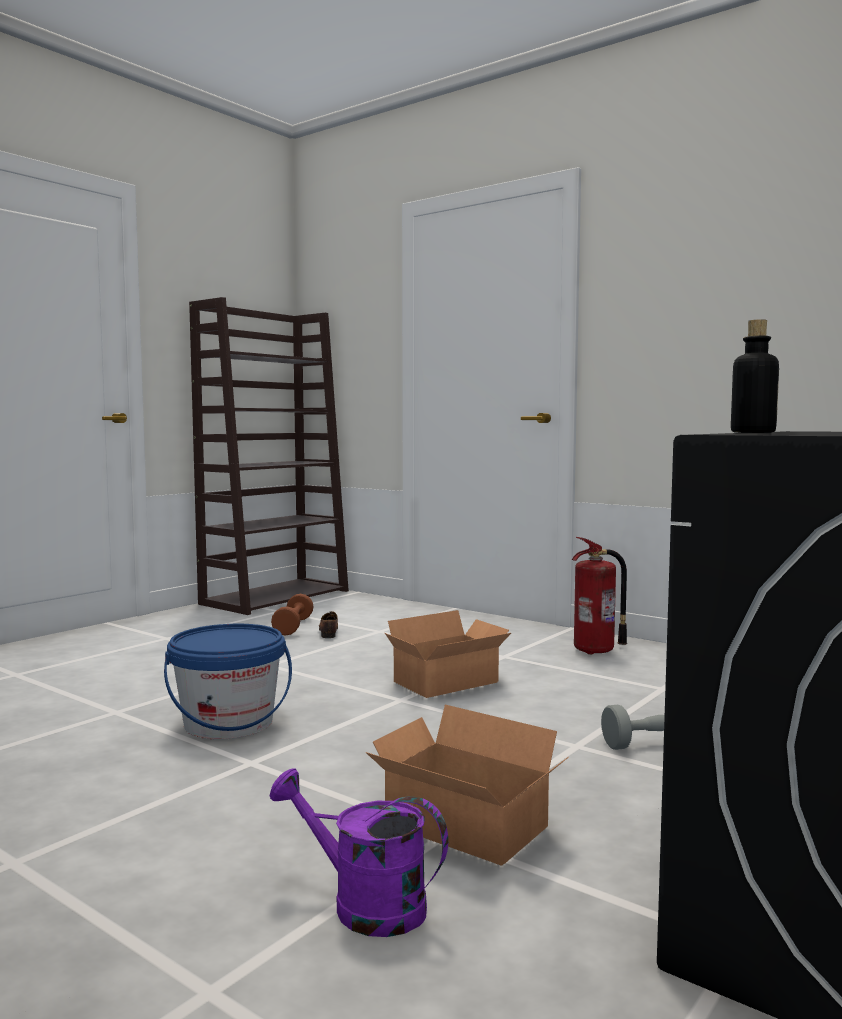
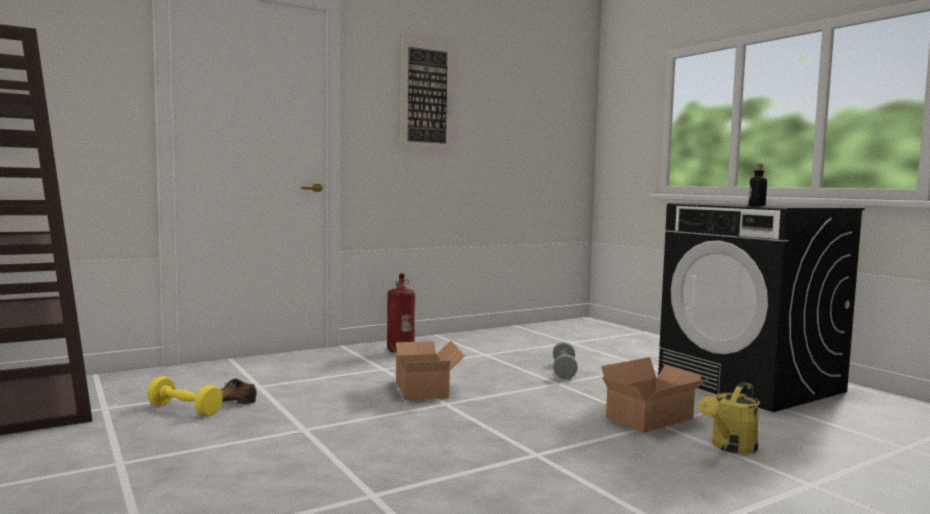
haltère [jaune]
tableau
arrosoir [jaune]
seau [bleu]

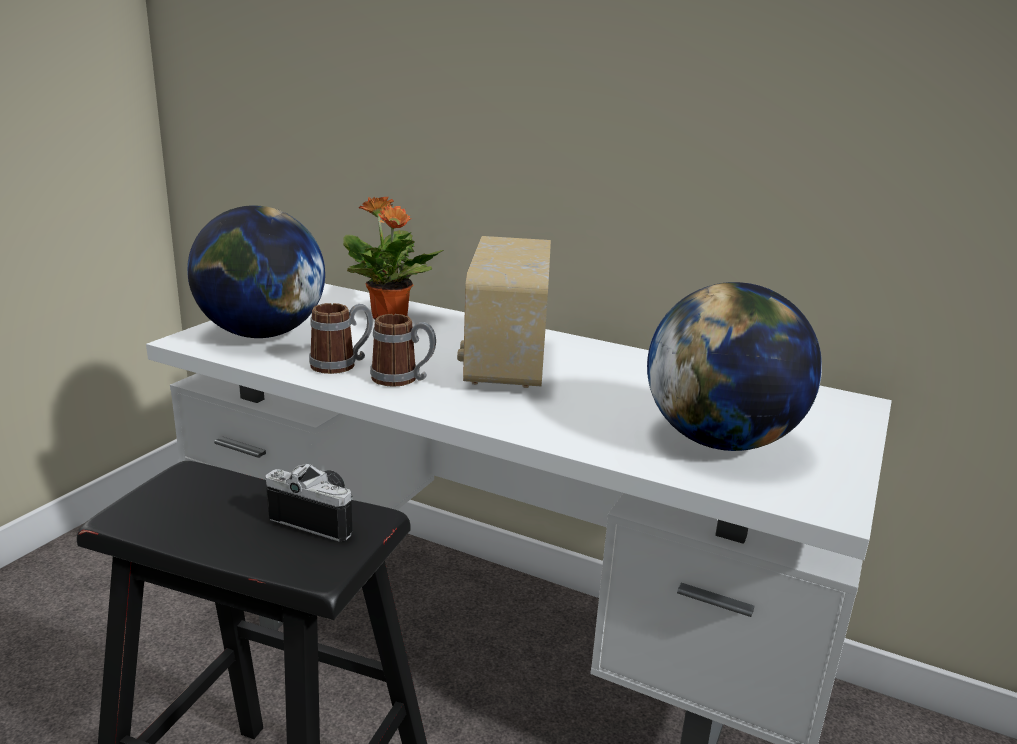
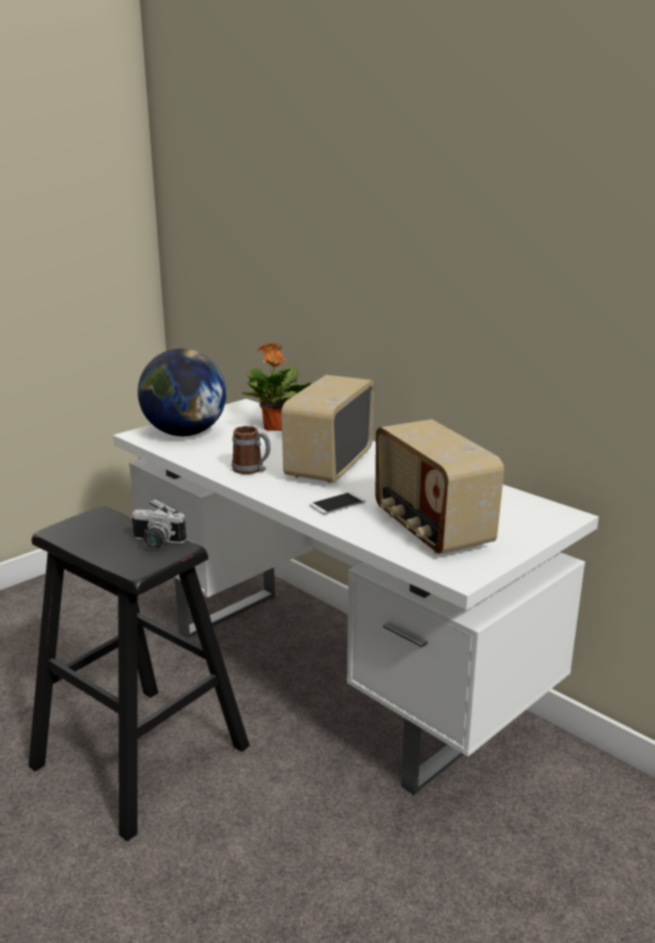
appareil photo
téléphone
radio (no. 2 from left)
mug (no. 1 from left in the first image)

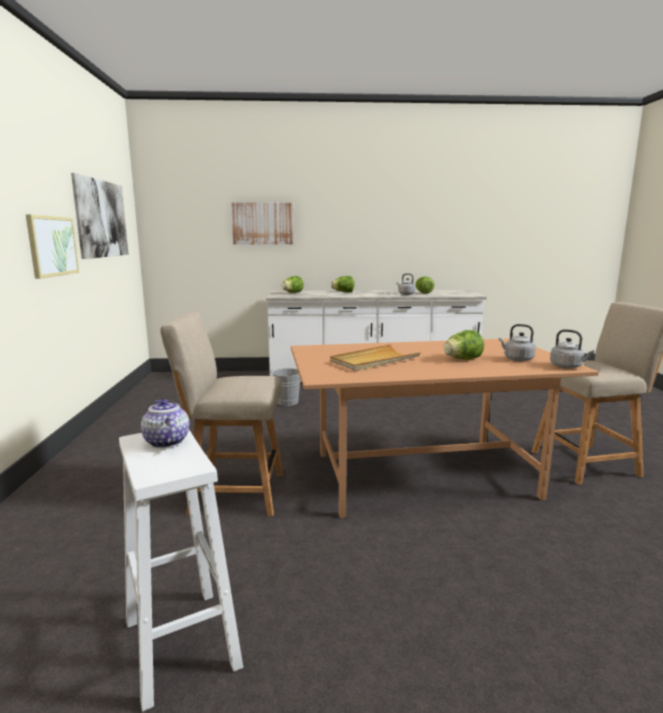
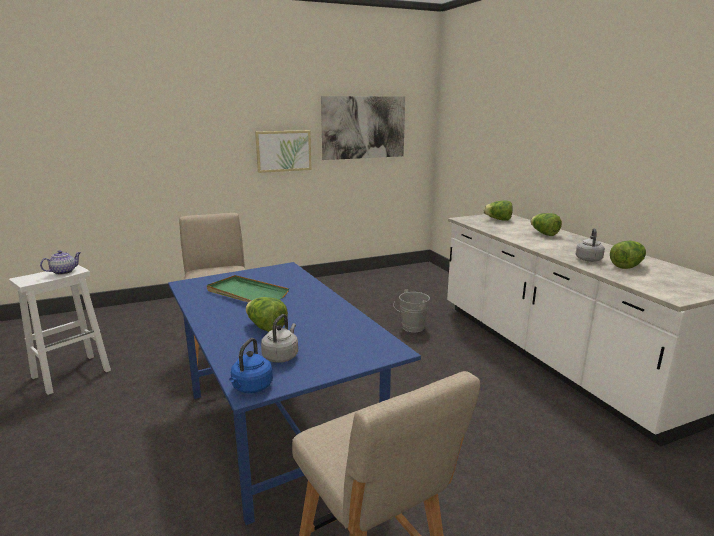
table à manger [bleu]
plateau [vert]
bouilloire [bleu]
tableau (no. 3 from left in the first image)

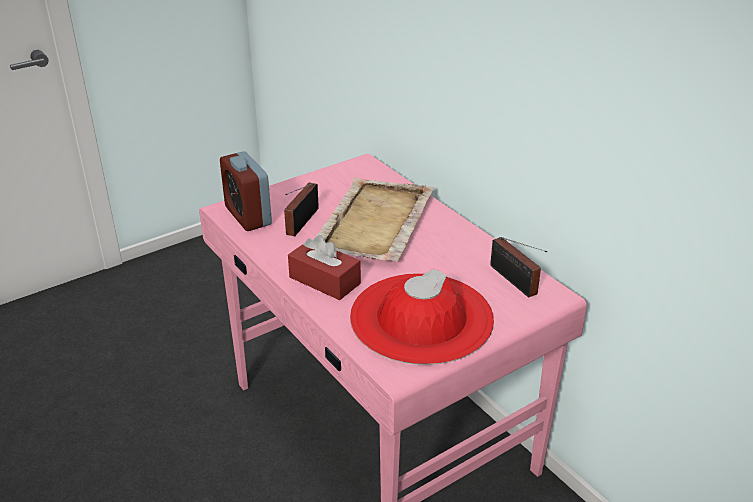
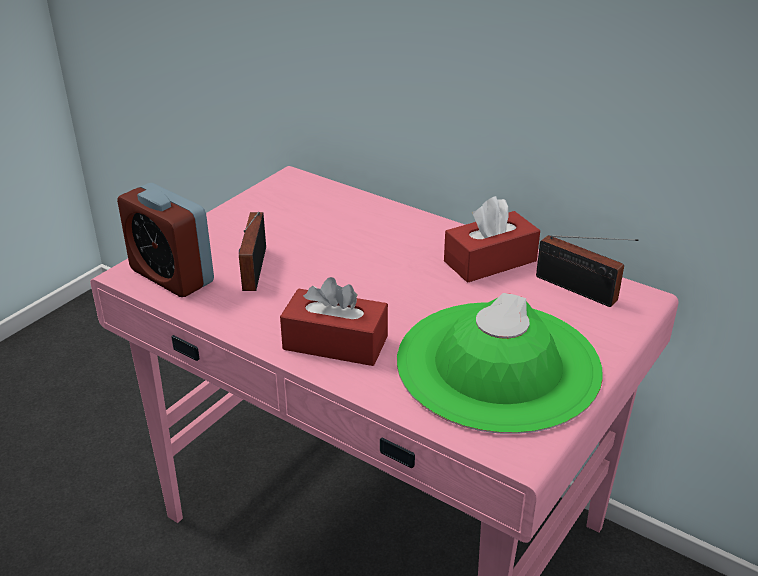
chapeau [vert]
boîte à mouchoirs [rouge] (no. 2 from left)
plateau [beige]

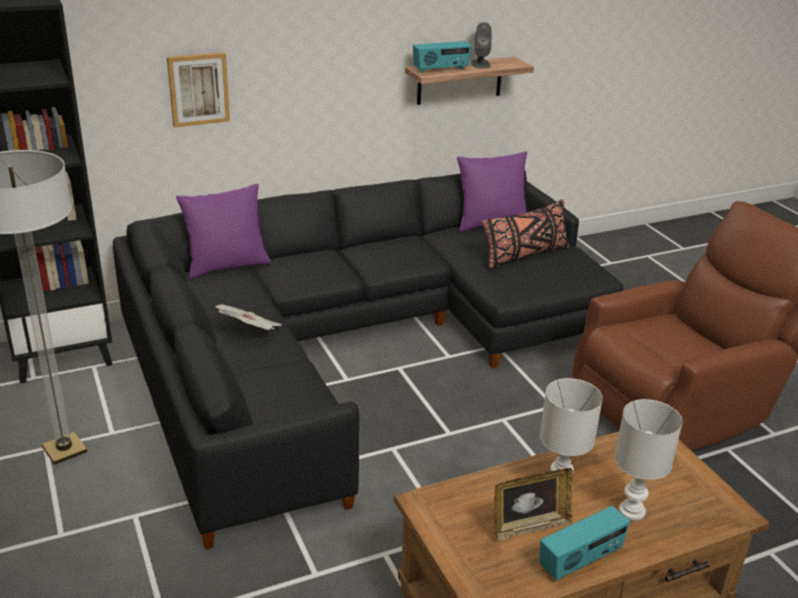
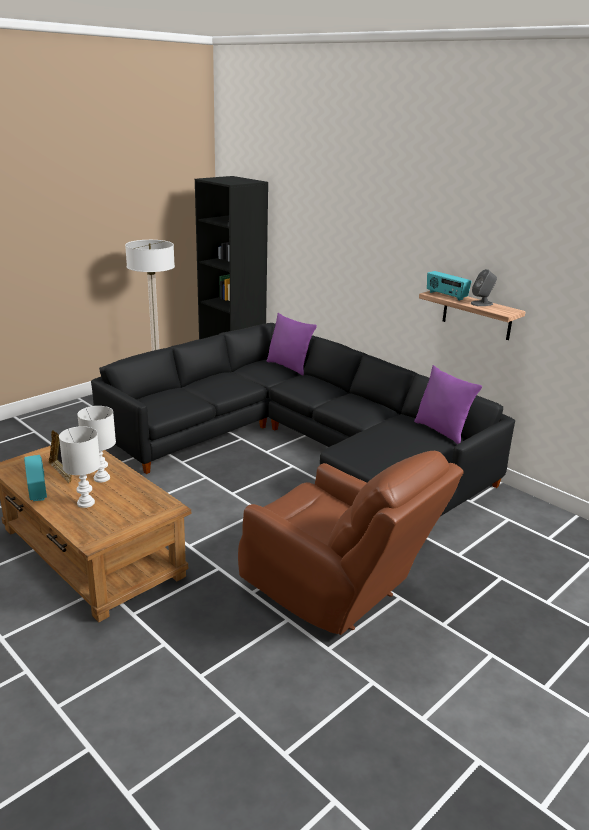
radio (no. 1 from left)
tableau
journal
coussin [noir]

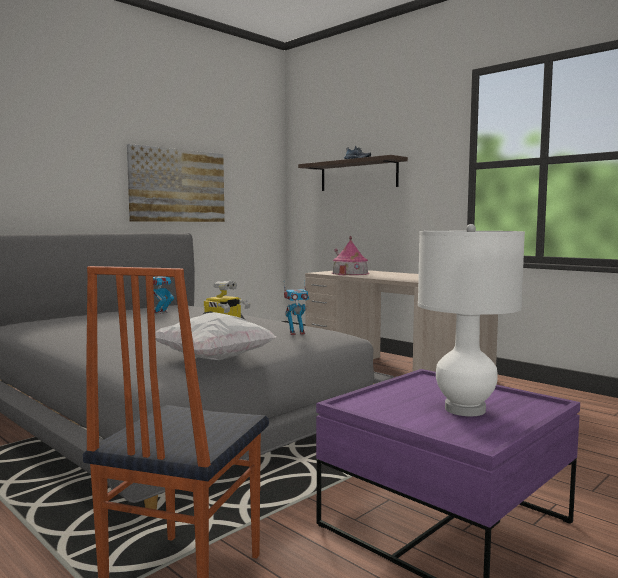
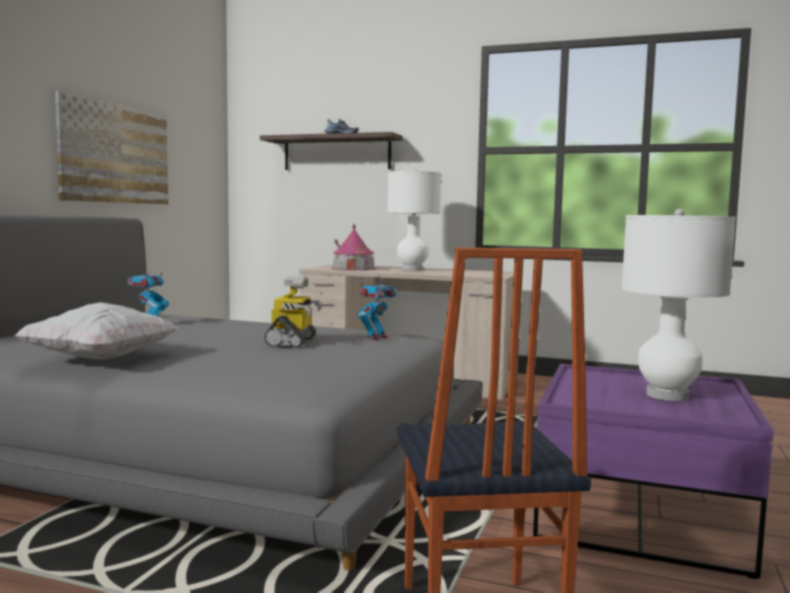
coussin [blanc]
lampe de table [blanc] (no. 1 from left)

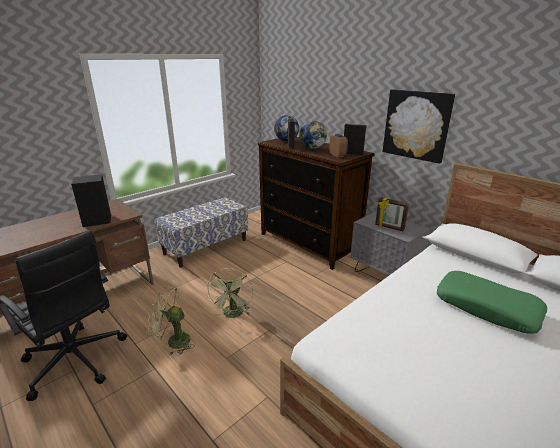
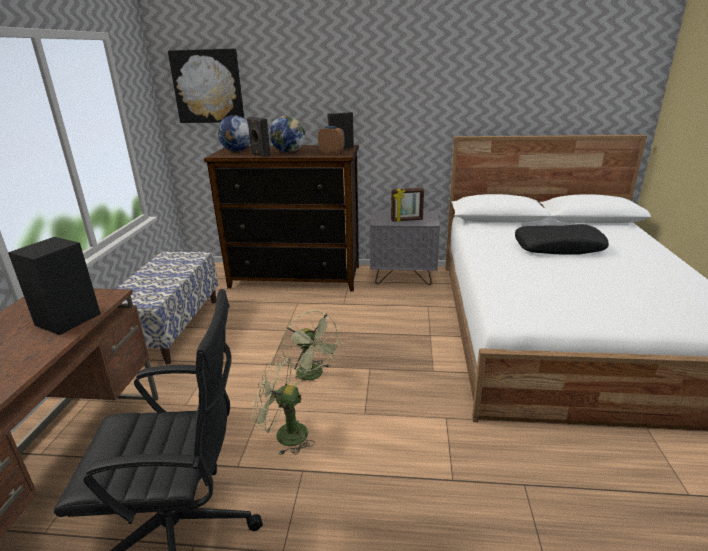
tableau
ventilateur [vert] (no. 1 from left)
coussin [noir]

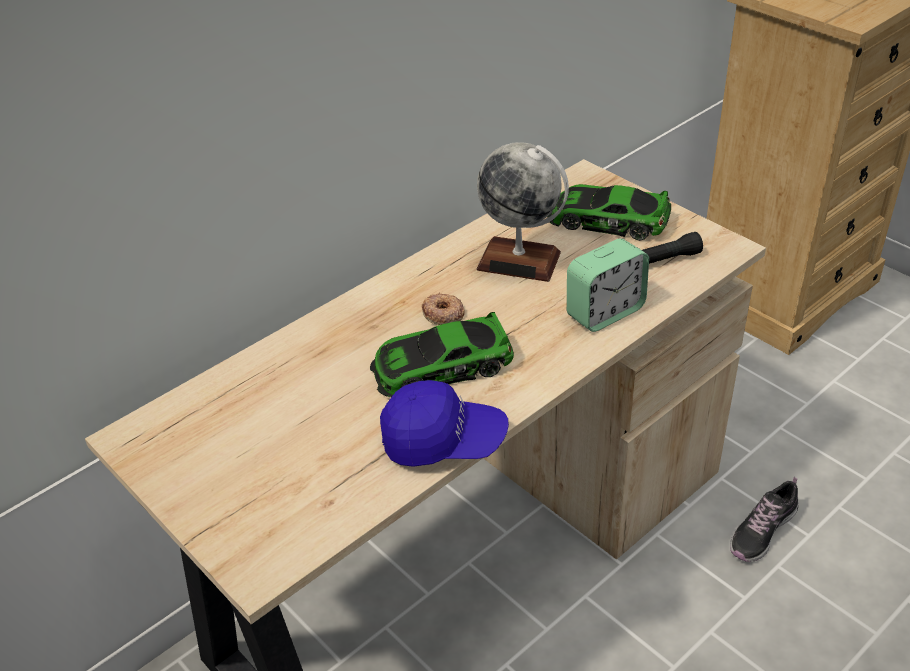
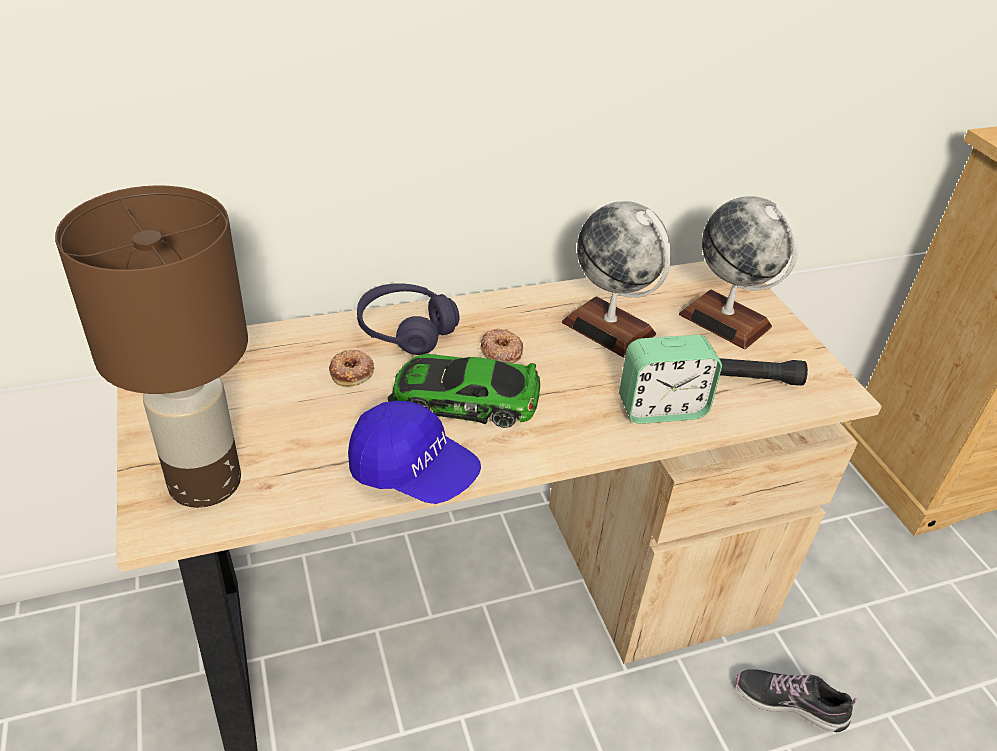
lampe de table [marron]
beignet (no. 1 from left)
casque audio [violet]
globe (no. 2 from left)
chaussure

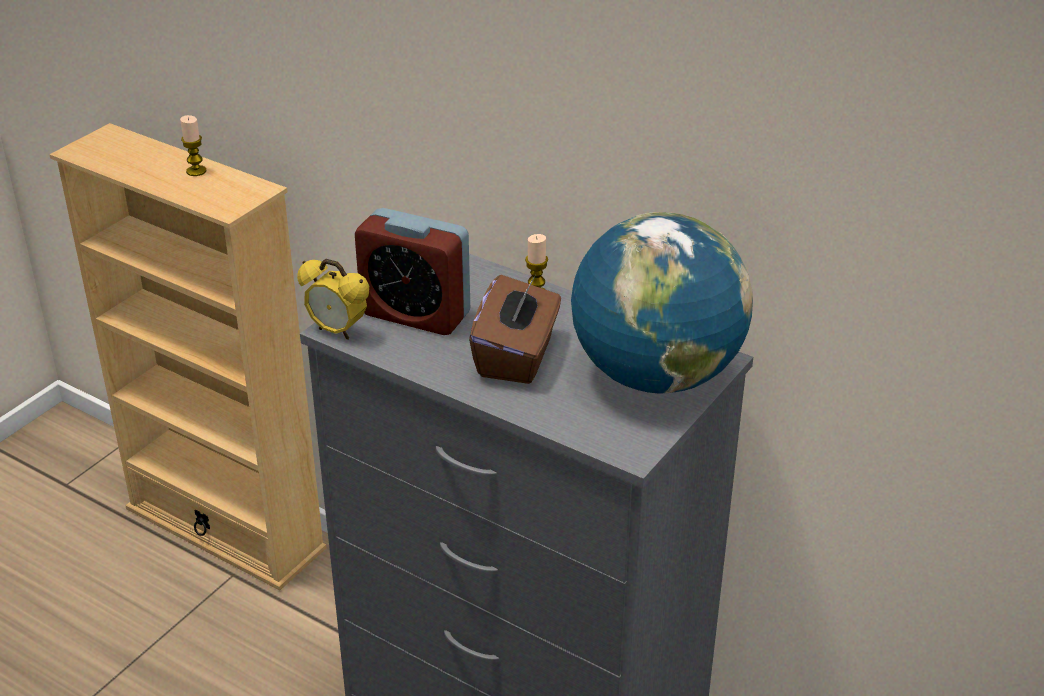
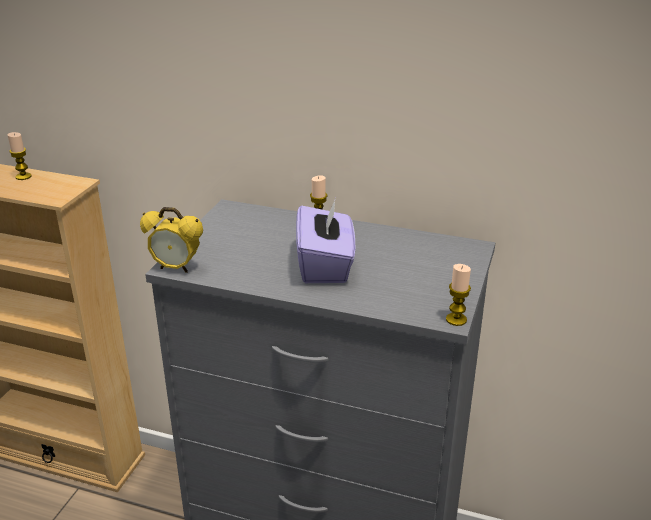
boîte à mouchoirs [violet]
bougie (no. 3 from left)
réveil (no. 2 from left in the first image)
globe

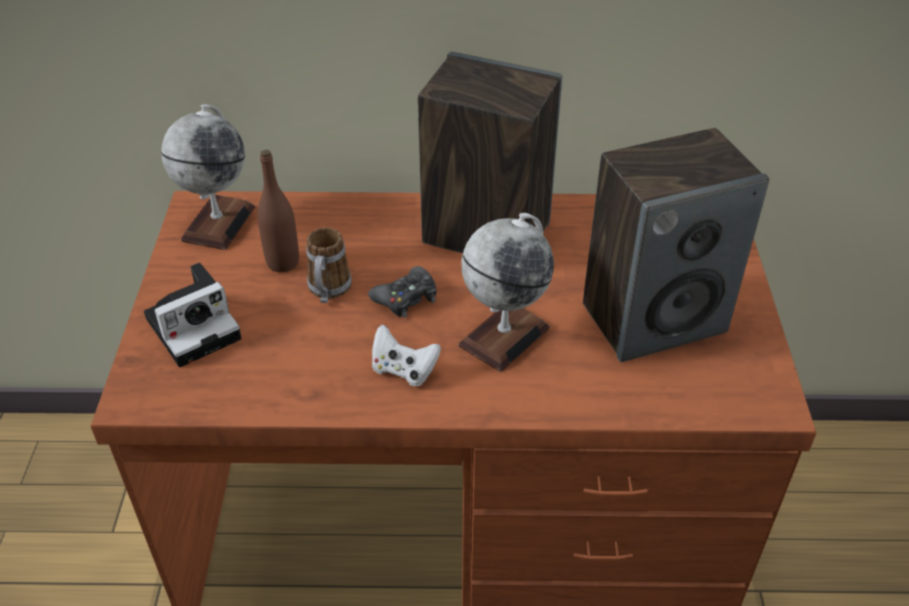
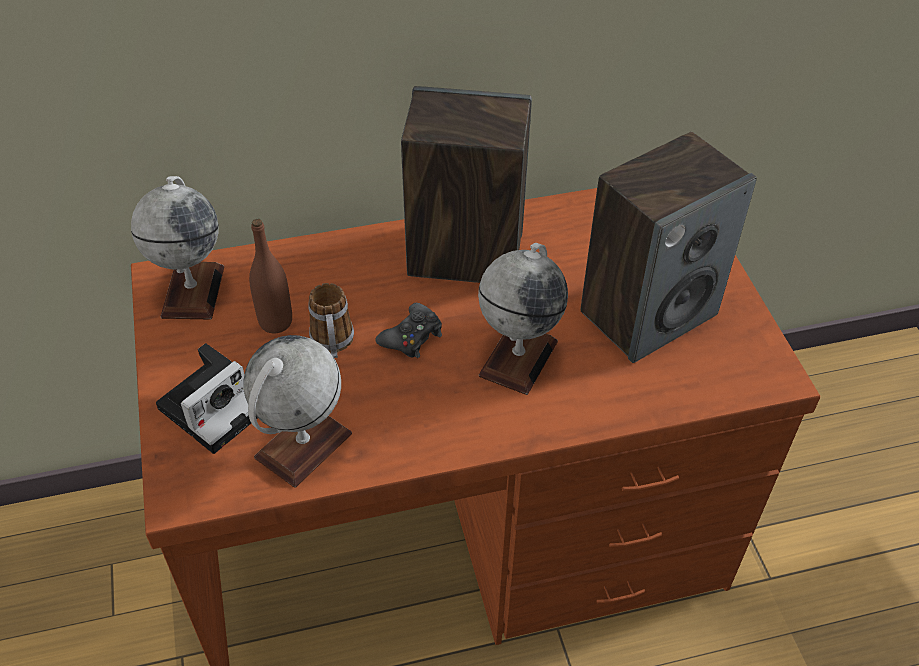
globe (no. 2 from left)
manette [blanc]

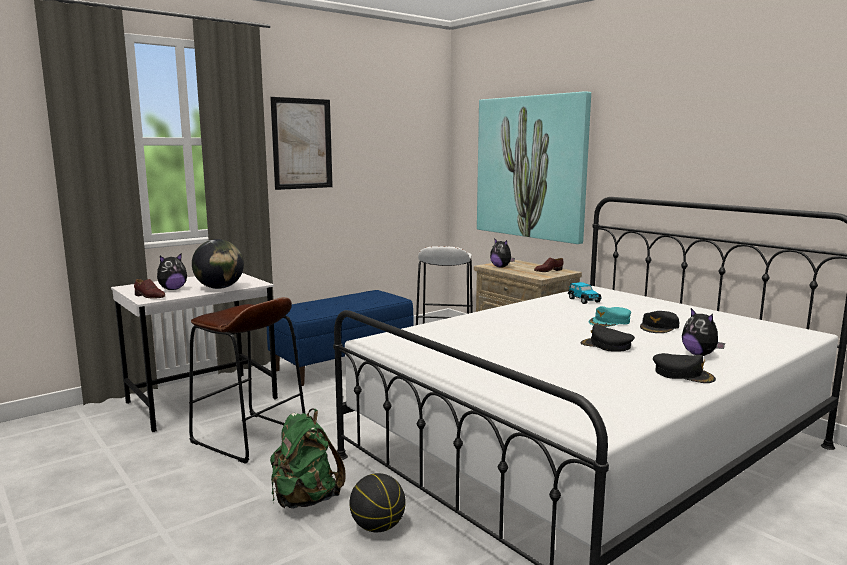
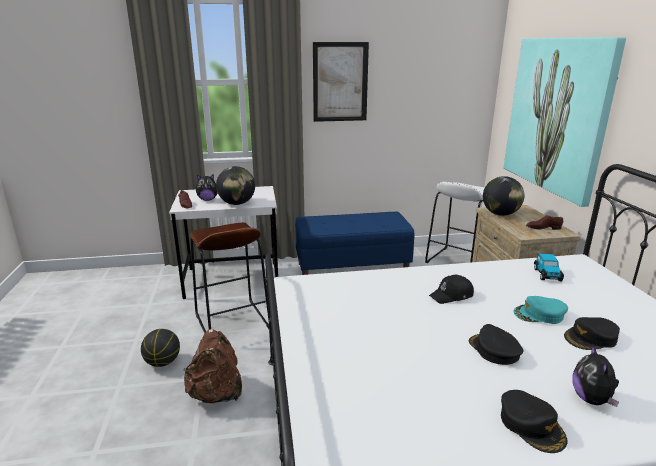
ballon de basket
sac à dos [marron]
casquette [noir] (no. 1 from left)
globe (no. 2 from left)

